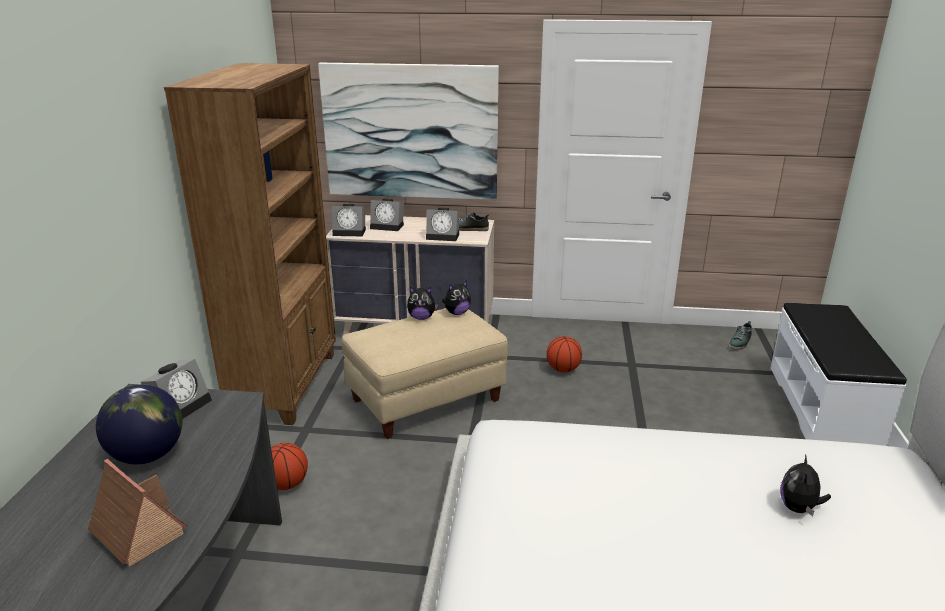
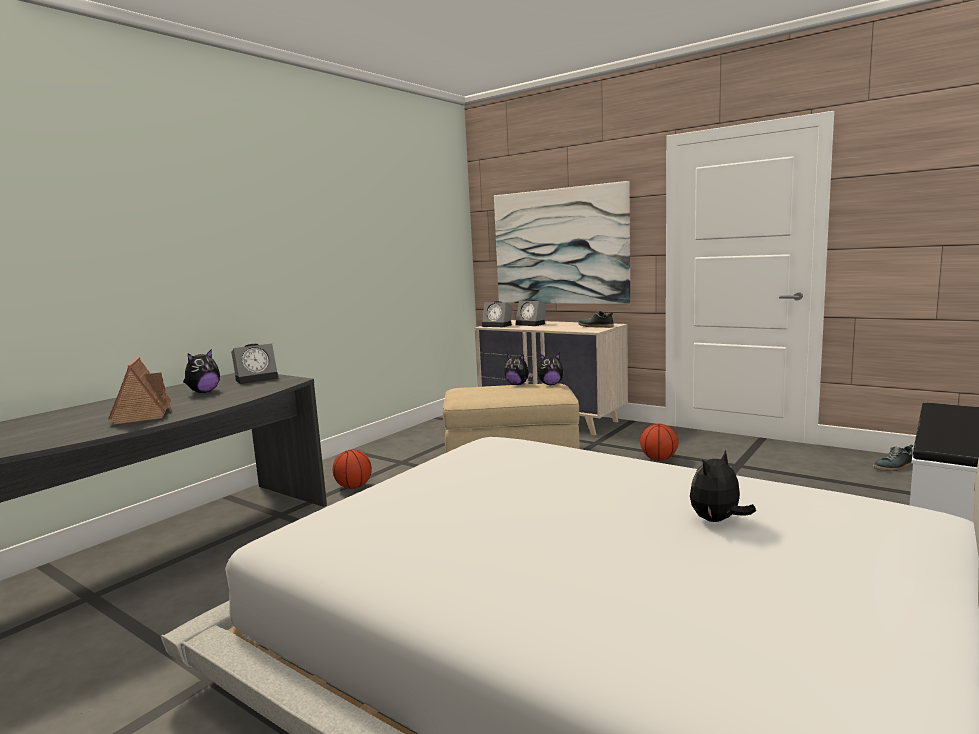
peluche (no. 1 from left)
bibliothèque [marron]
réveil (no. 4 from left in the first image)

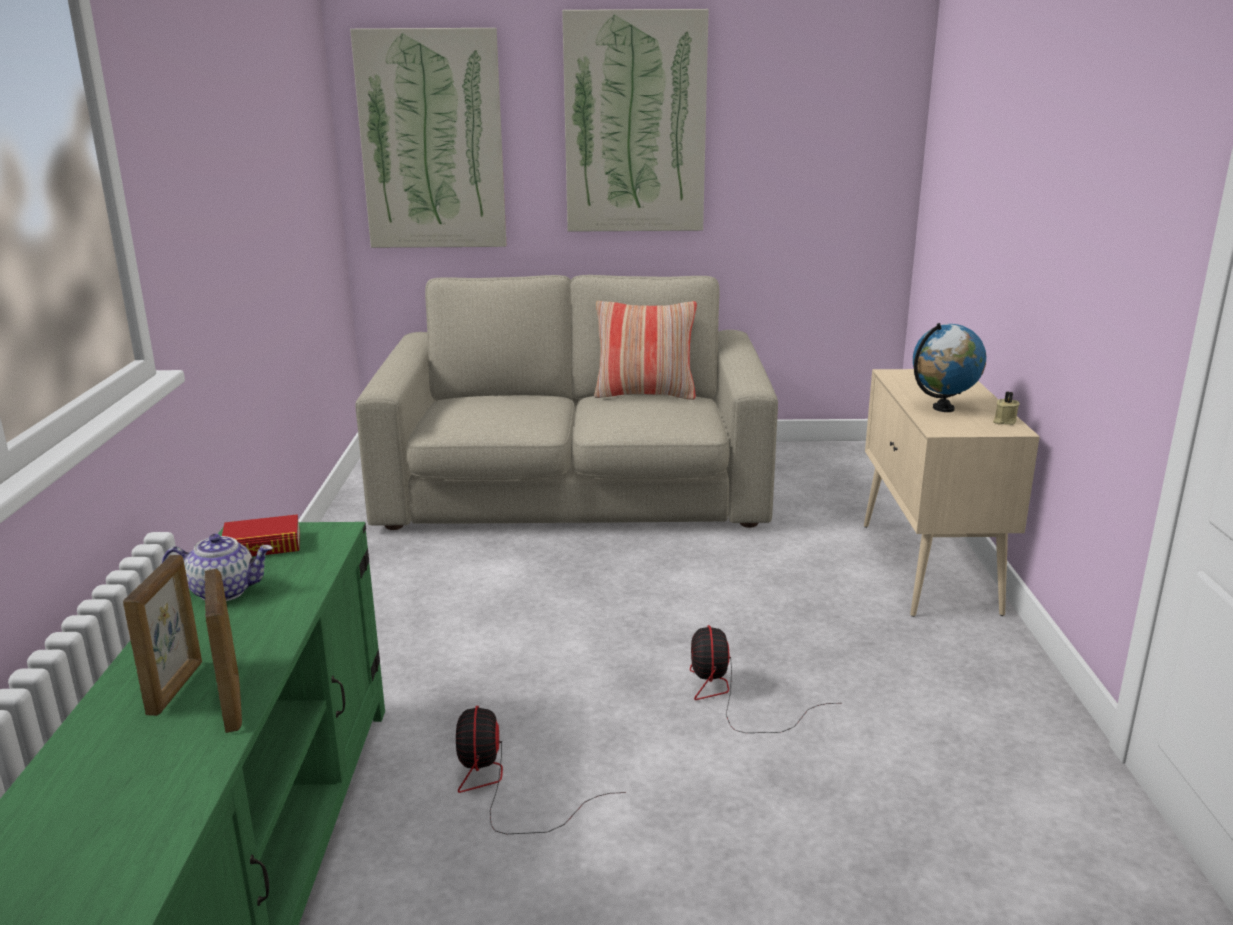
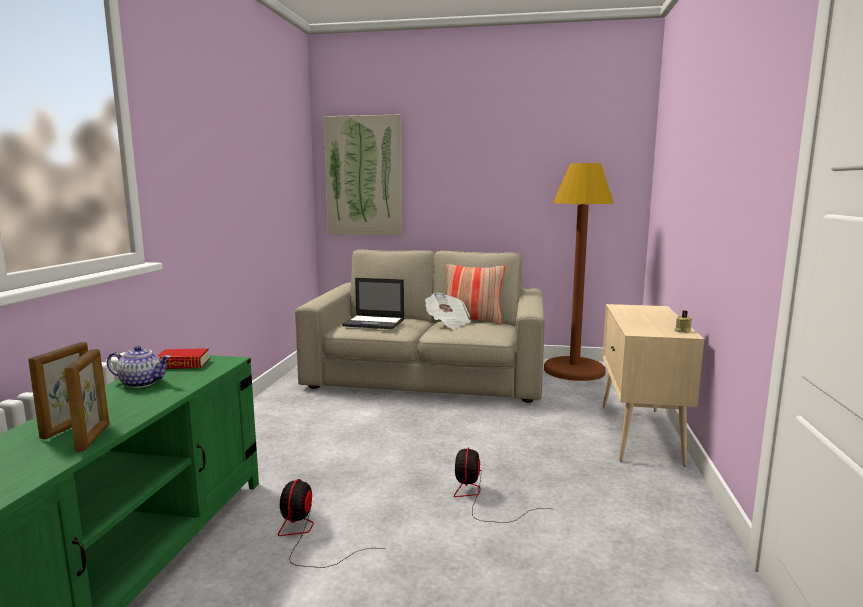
ordinateur portable
journal
lampadaire [marron]
tableau (no. 2 from left in the first image)
globe

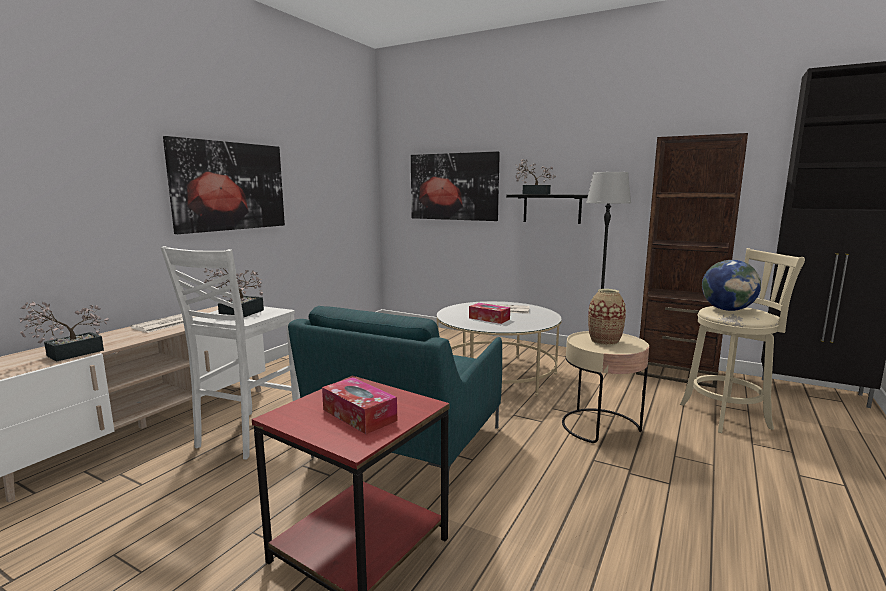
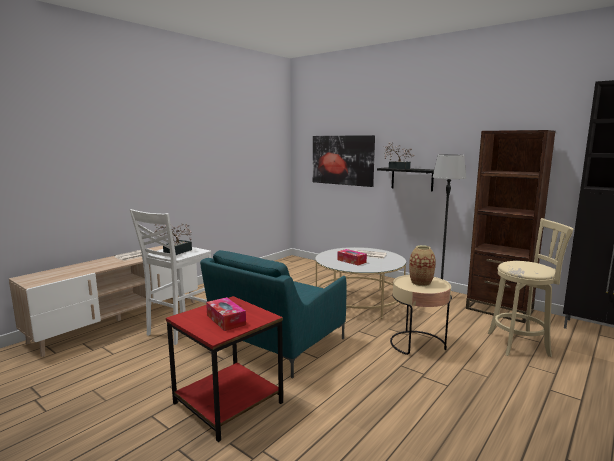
plante en pot (no. 1 from left in the first image)
tableau (no. 1 from left in the first image)
globe

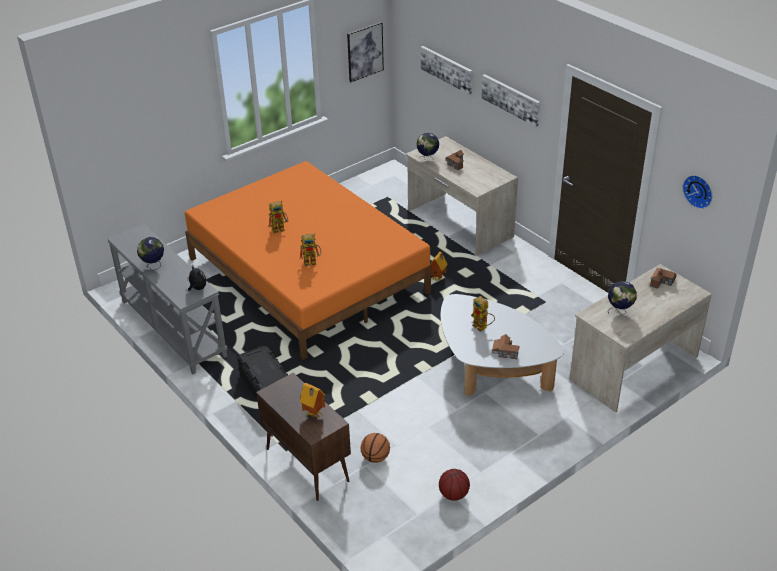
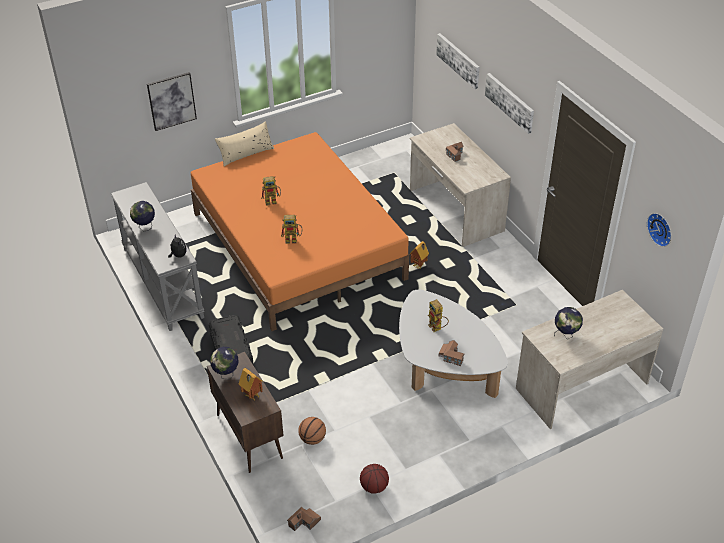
tableau (no. 1 from left)
globe (no. 2 from left)
coussin [beige]
maison miniature (no. 2 from left)

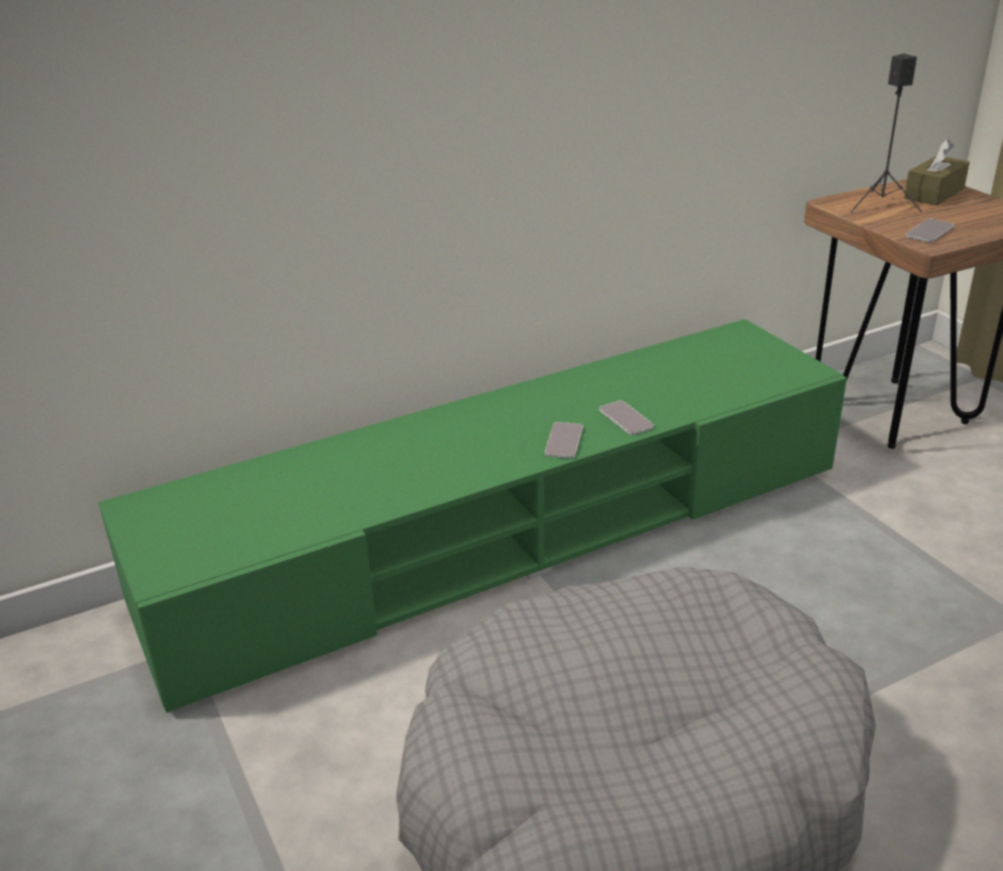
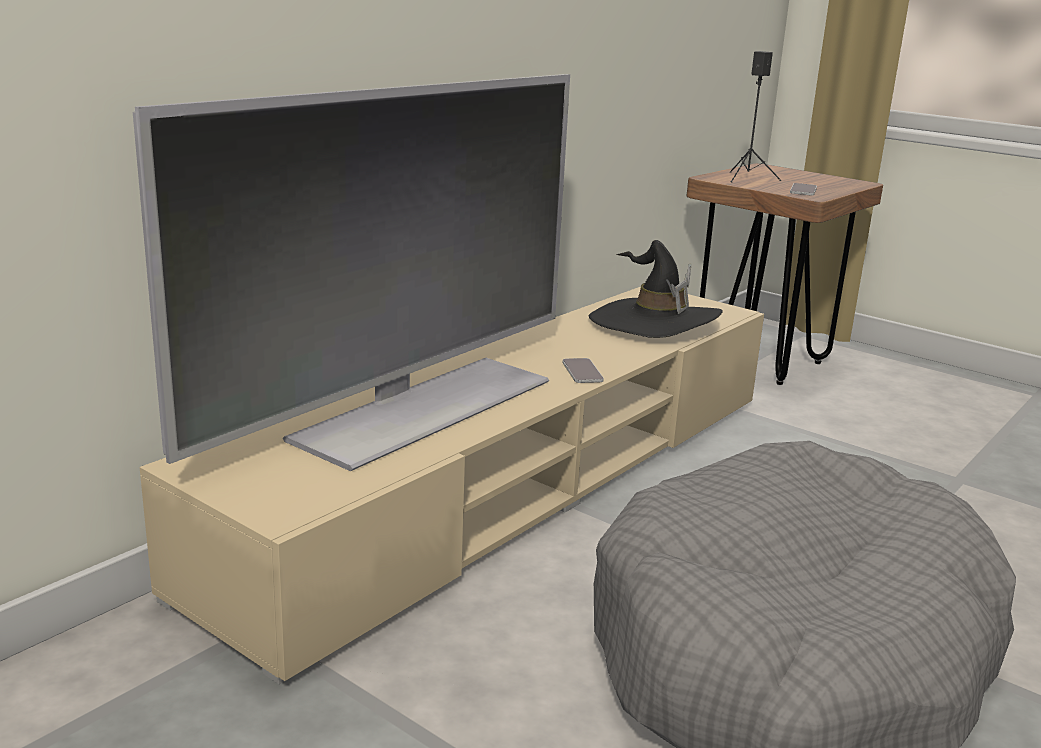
téléviseur
meuble télé [beige]
chapeau [noir]
téléphone (no. 2 from left in the first image)
boîte à mouchoirs [marron]

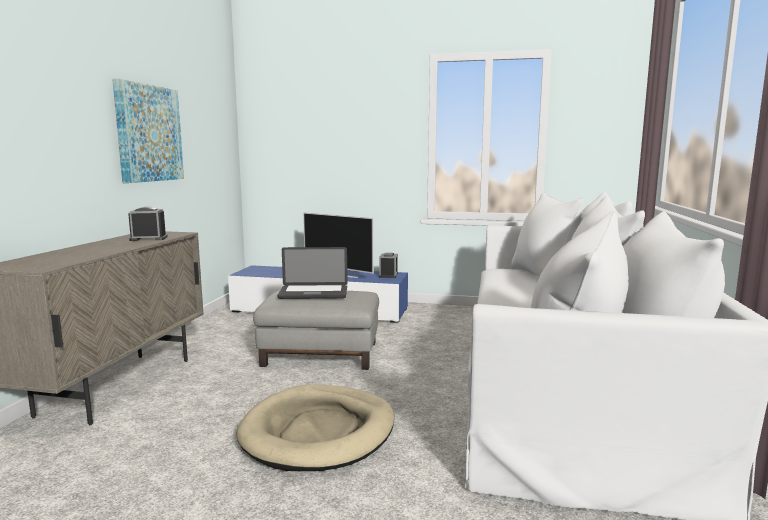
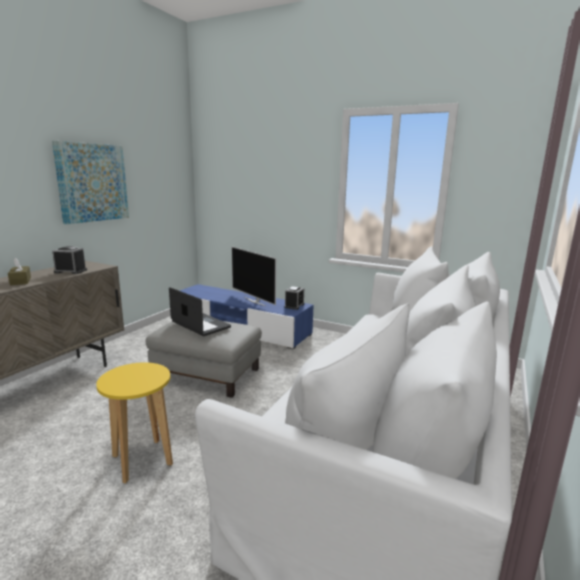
boîte à mouchoirs [marron]
tabouret [jaune]
ordinateur portable

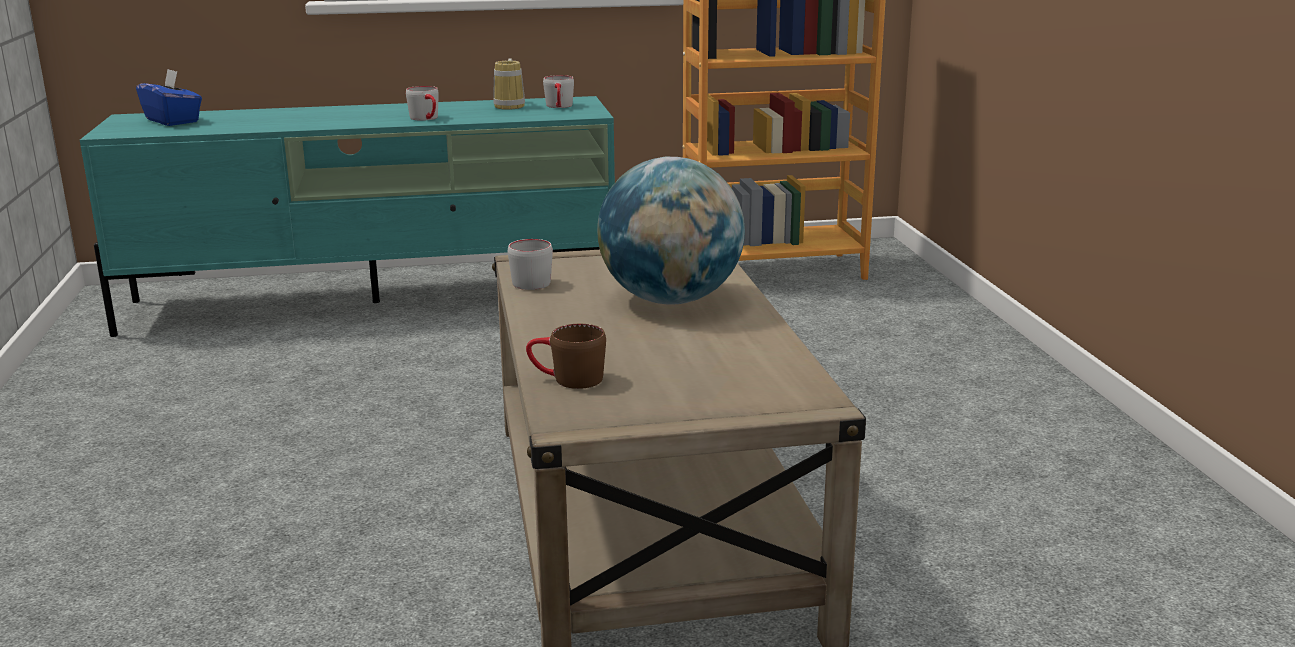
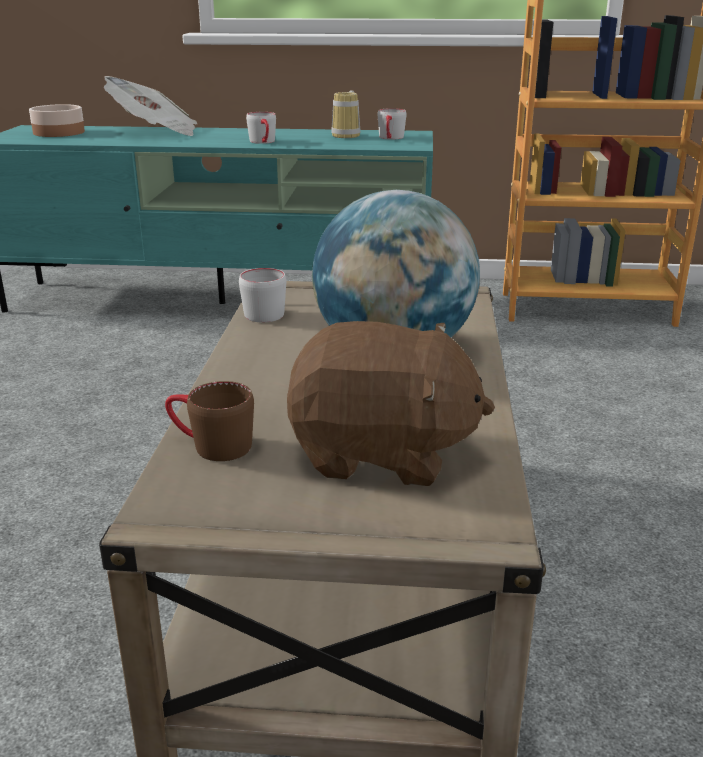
bol
journal
peluche [marron]

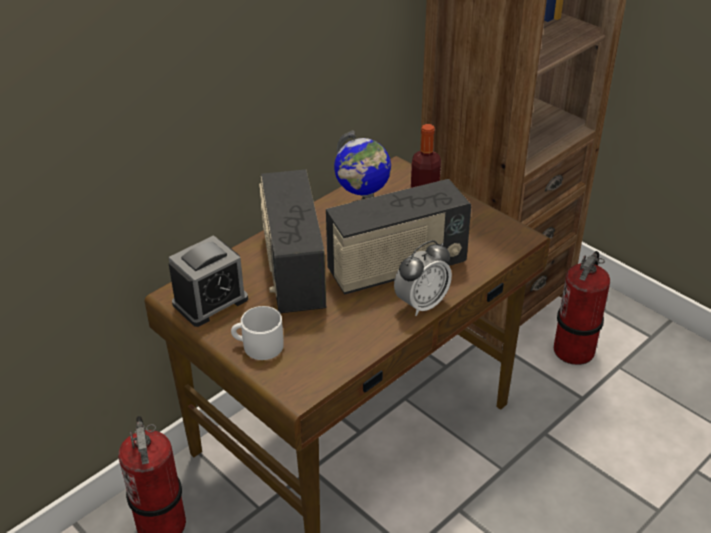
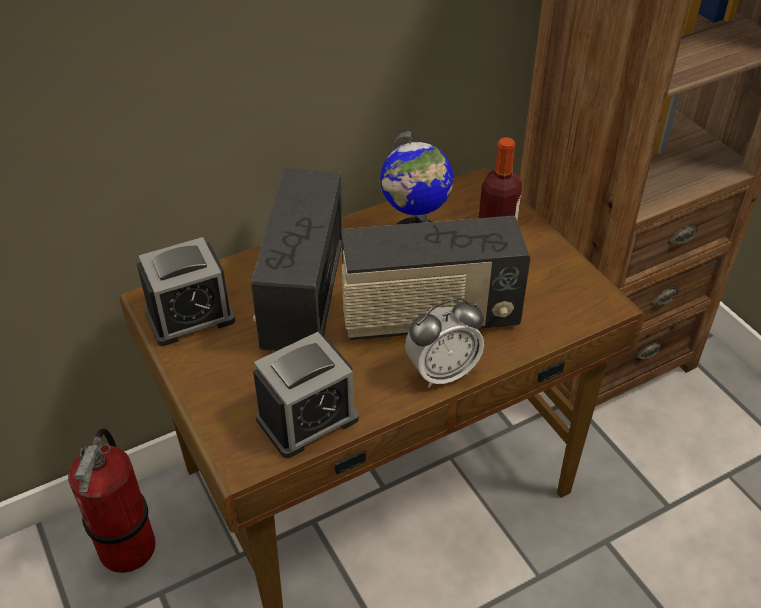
réveil (no. 2 from left)
mug [blanc]
extincteur (no. 2 from left in the first image)

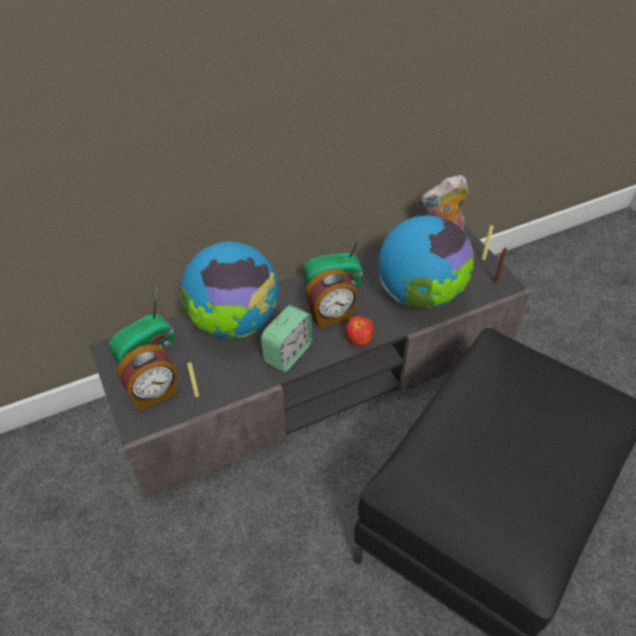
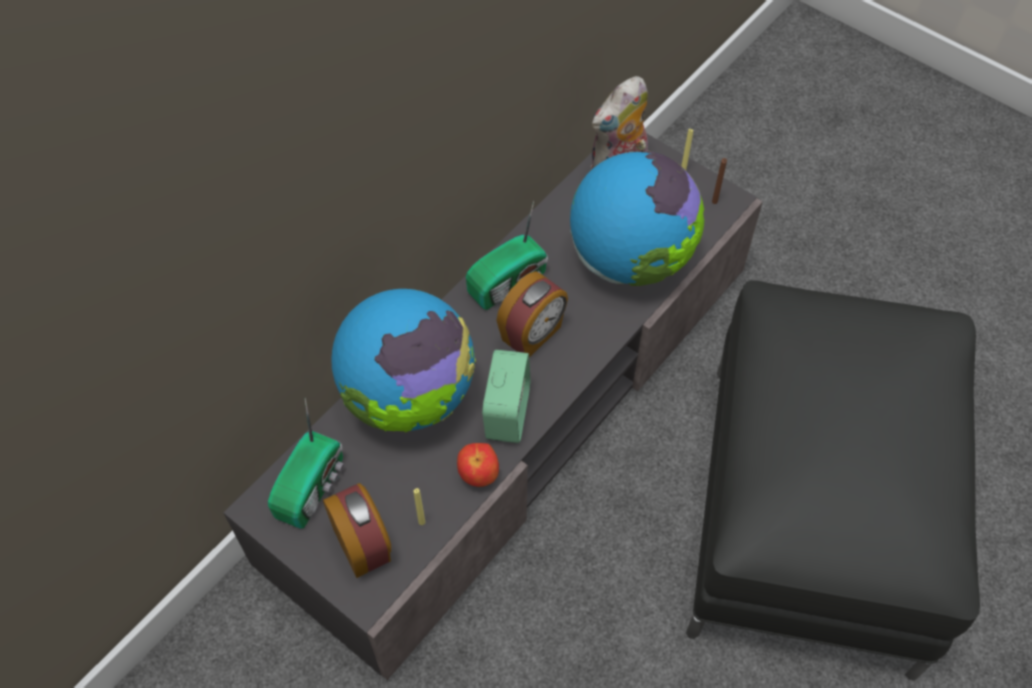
réveil (no. 1 from left)
pomme

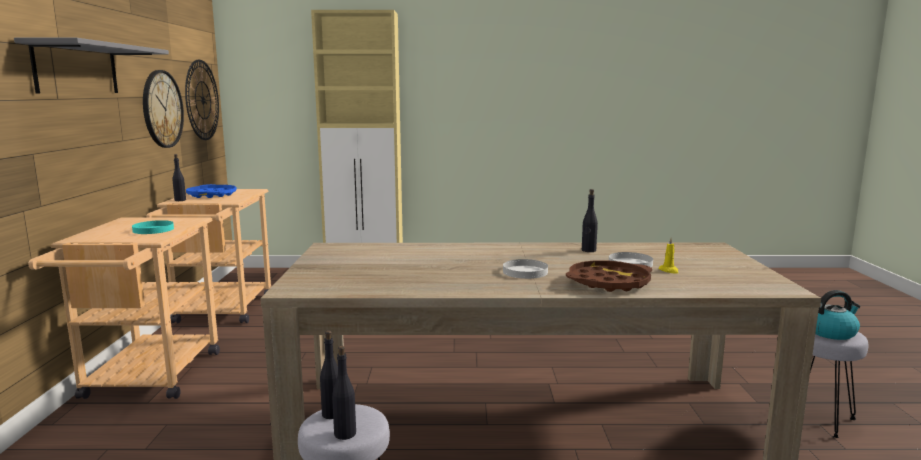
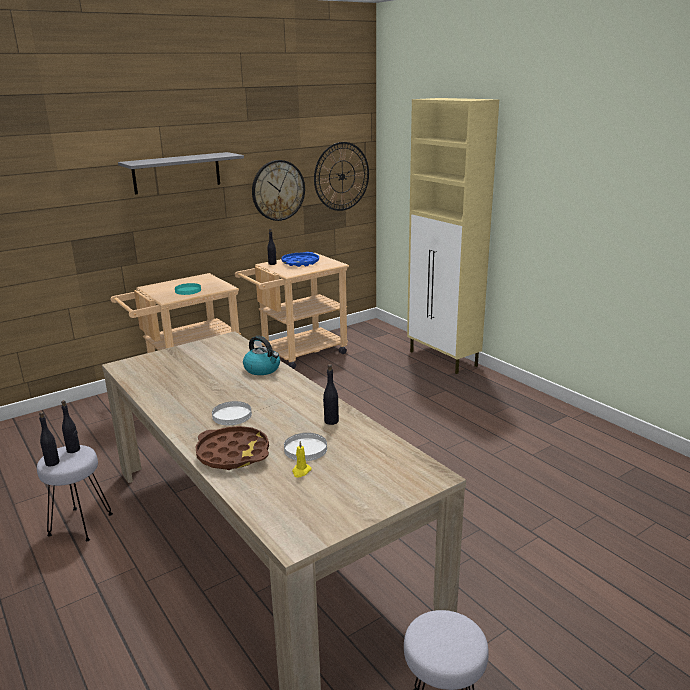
bouilloire

